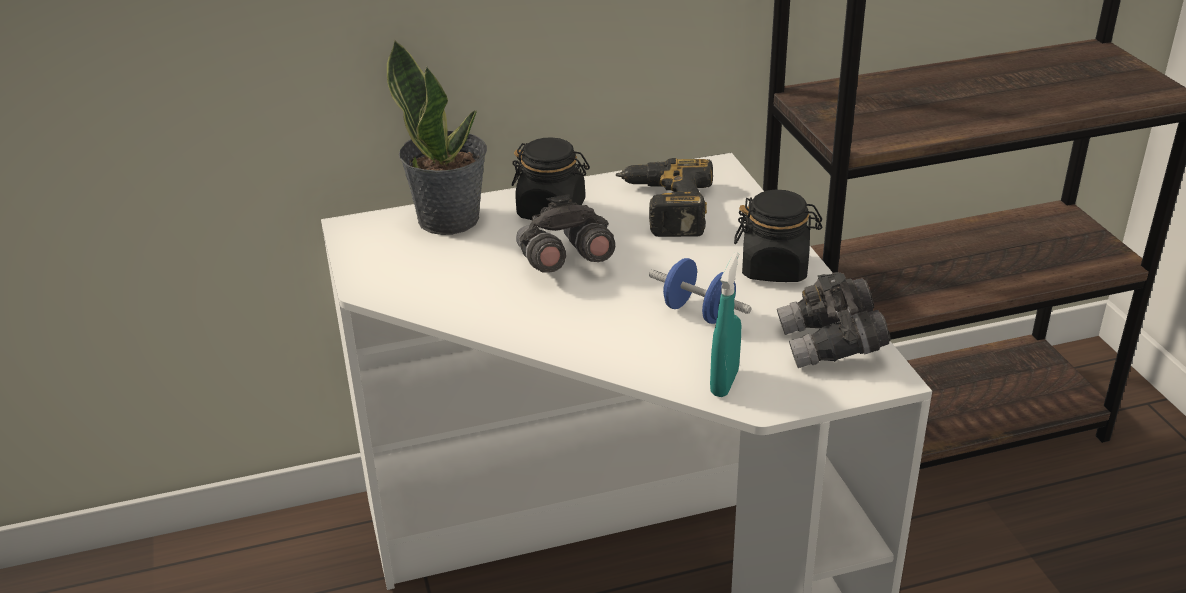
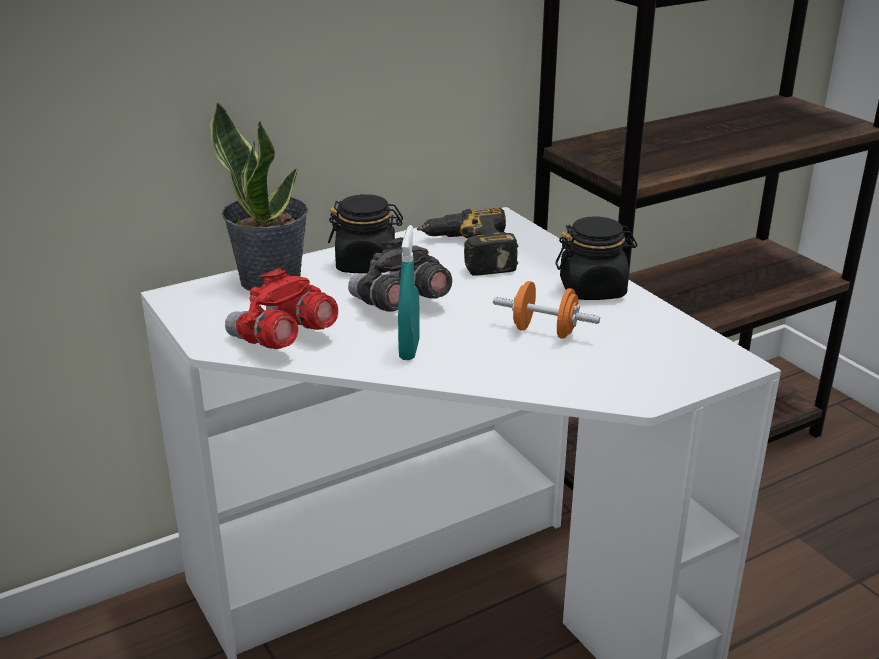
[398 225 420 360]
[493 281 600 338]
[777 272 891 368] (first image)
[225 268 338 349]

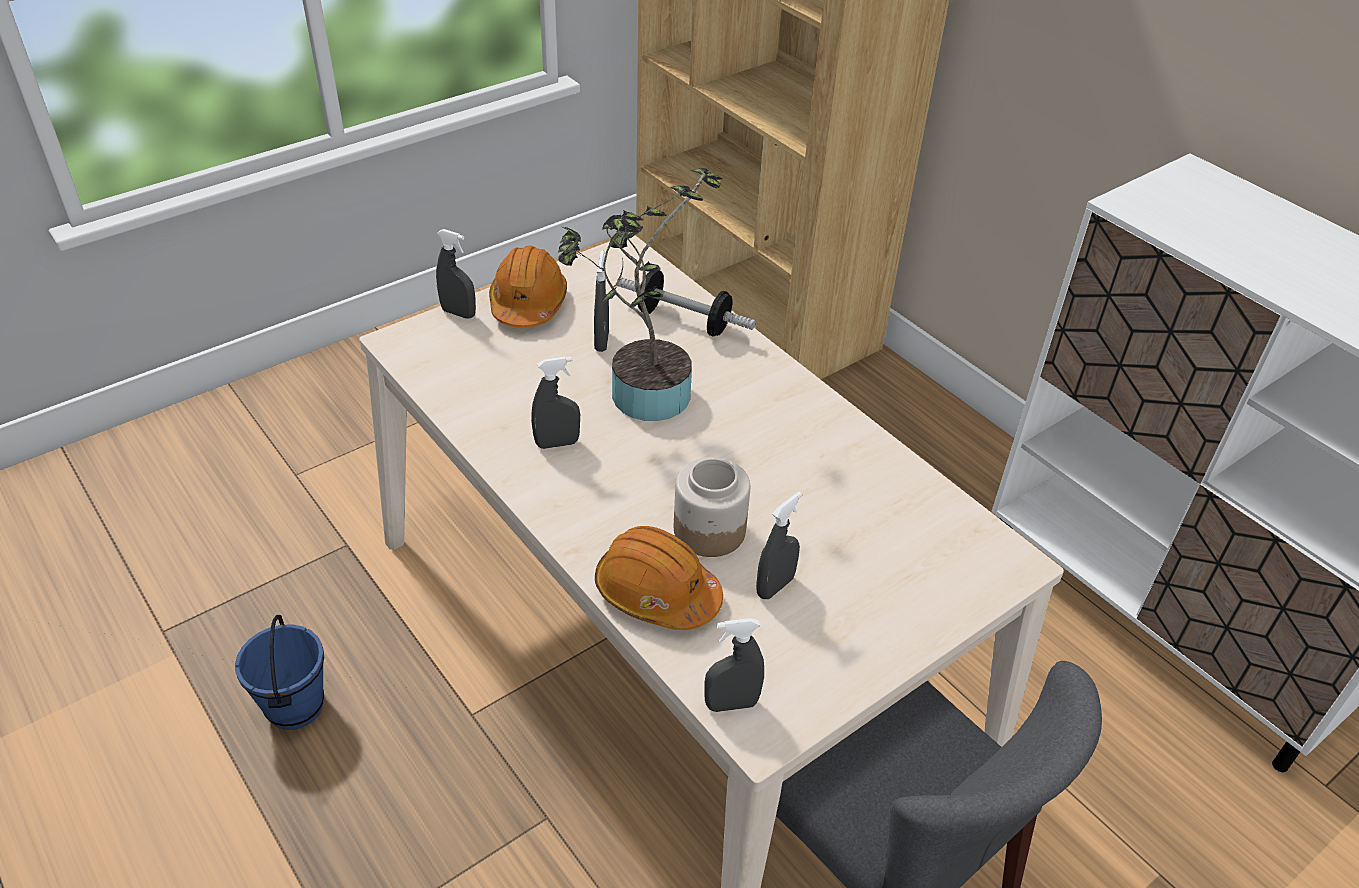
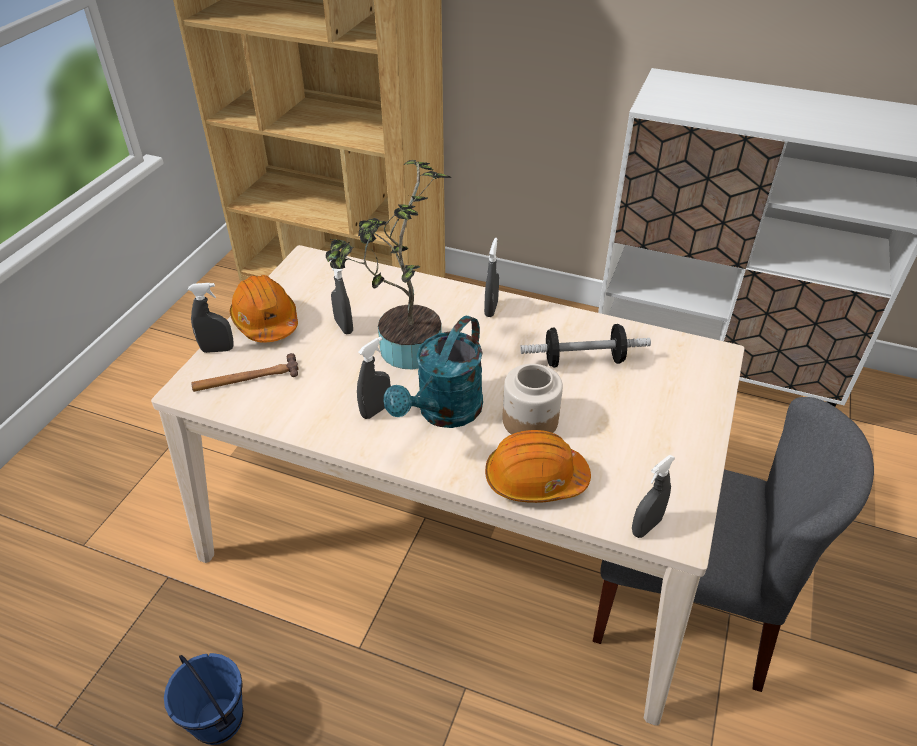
[520 324 651 368]
[484 238 499 317]
[384 316 483 428]
[192 353 299 392]

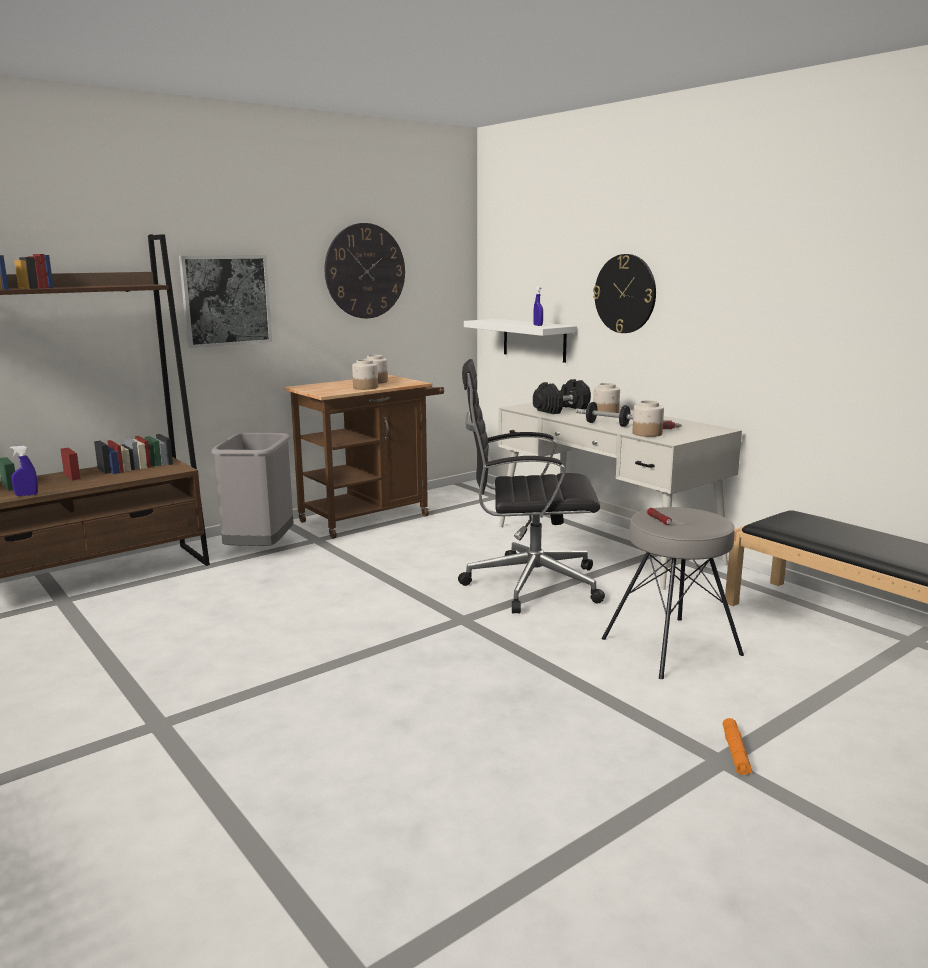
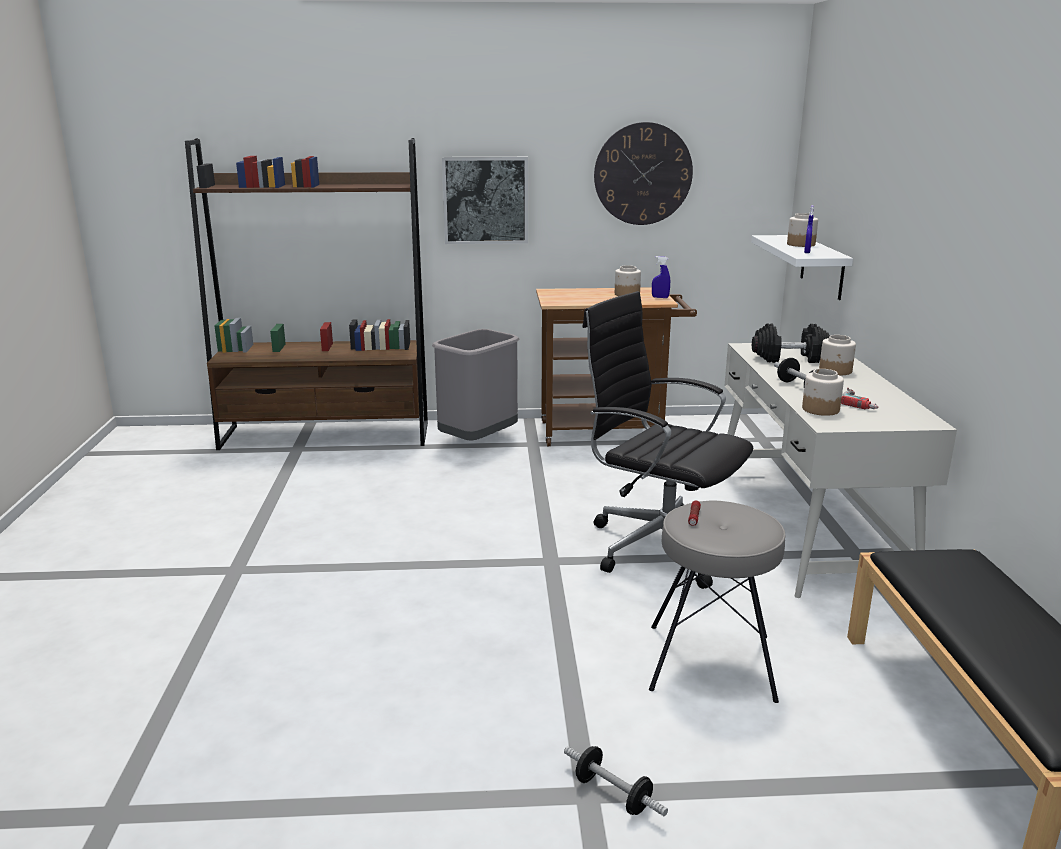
[593 254 656 333] (first image)
[787 213 818 247]
[652 256 670 298]
[564 746 668 816]

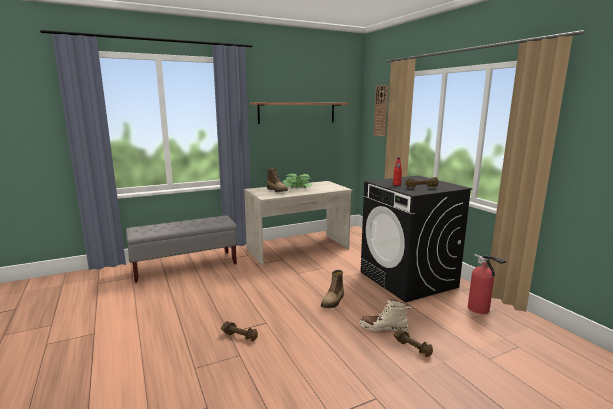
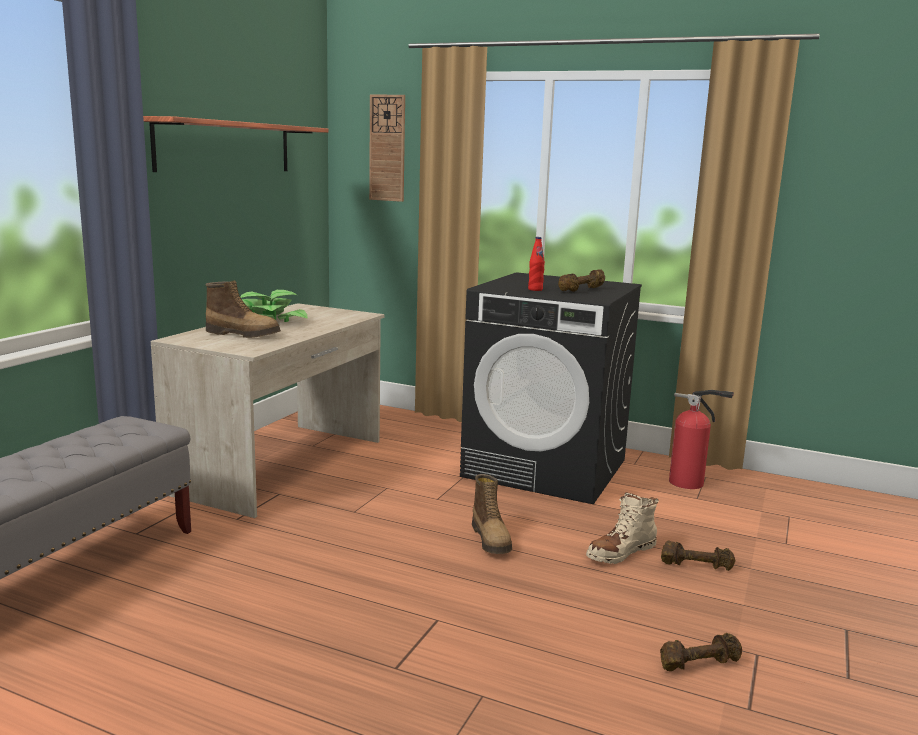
[660 633 742 671]

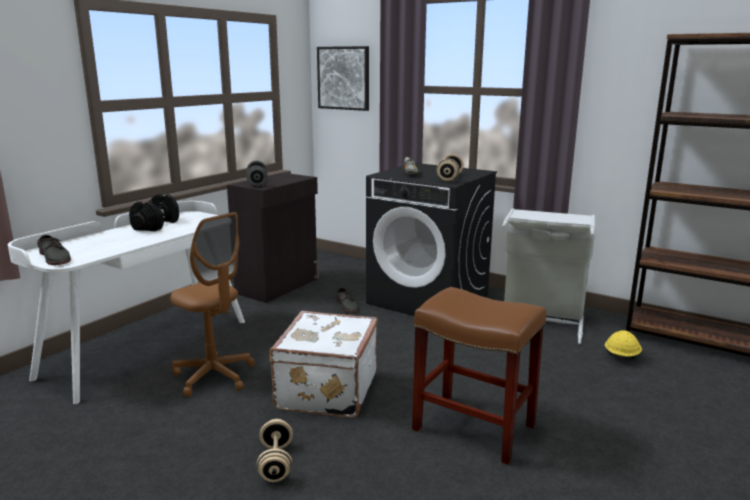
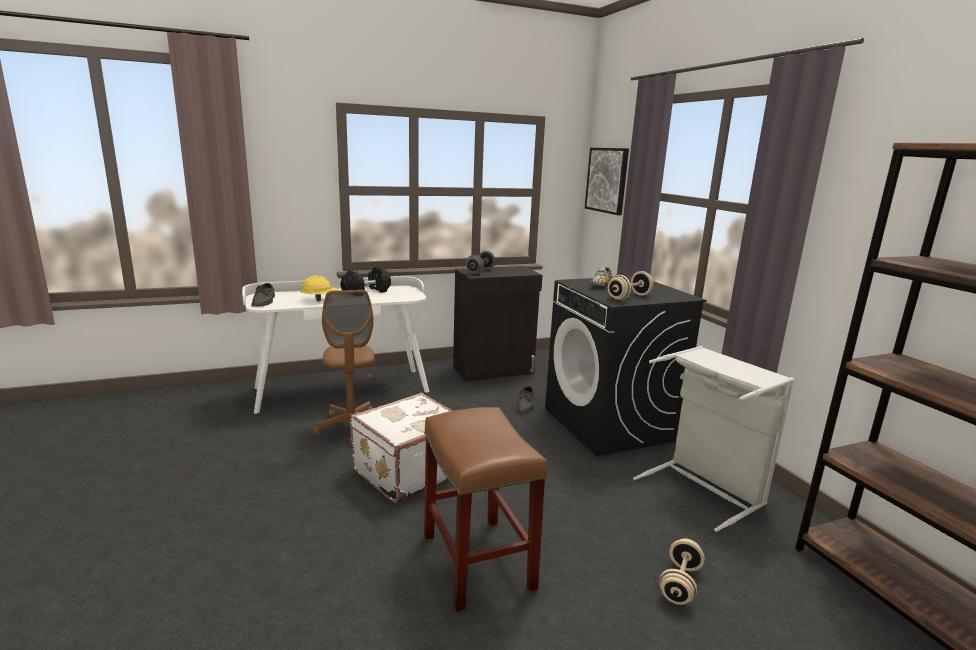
[300 275 339 301]
[659 539 705 605]

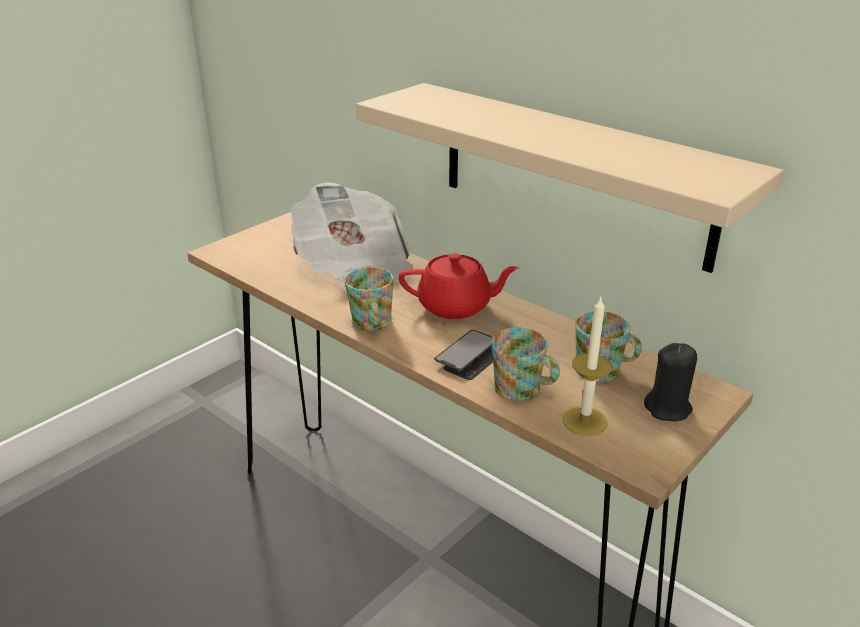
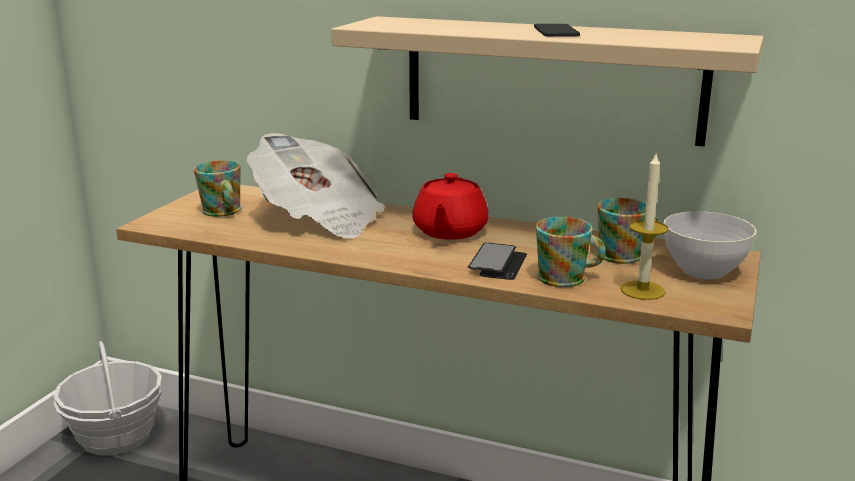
[412 173 488 240]
[194 160 241 217]
[664 211 757 280]
[534 24 580 37]
[54 341 162 455]

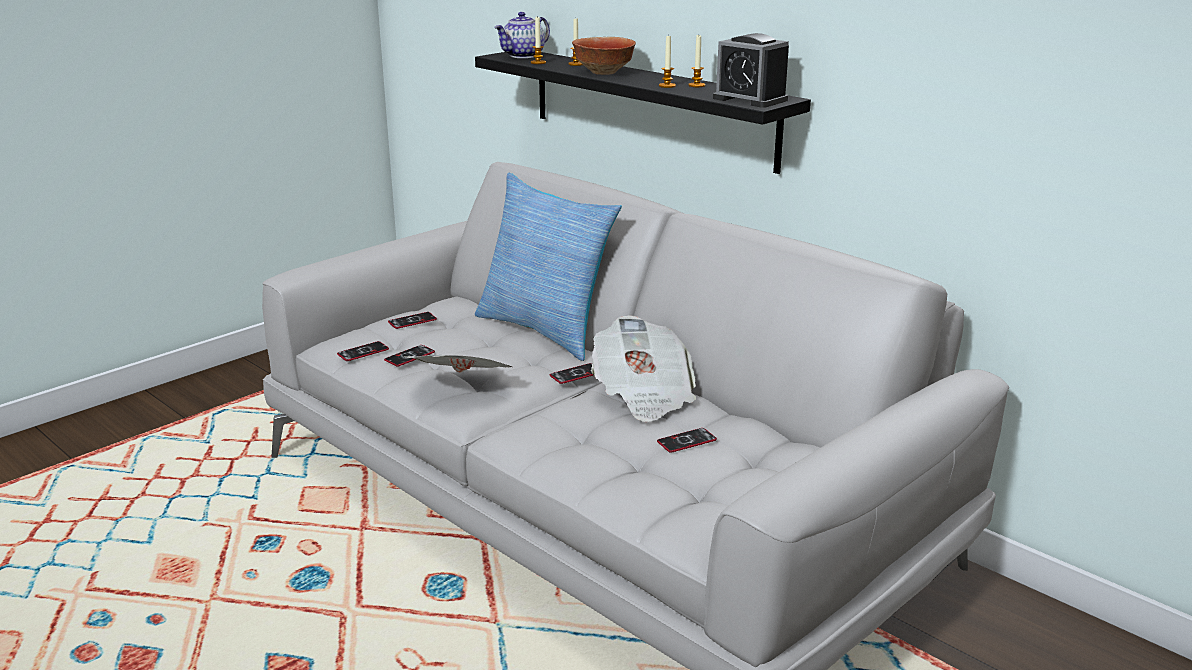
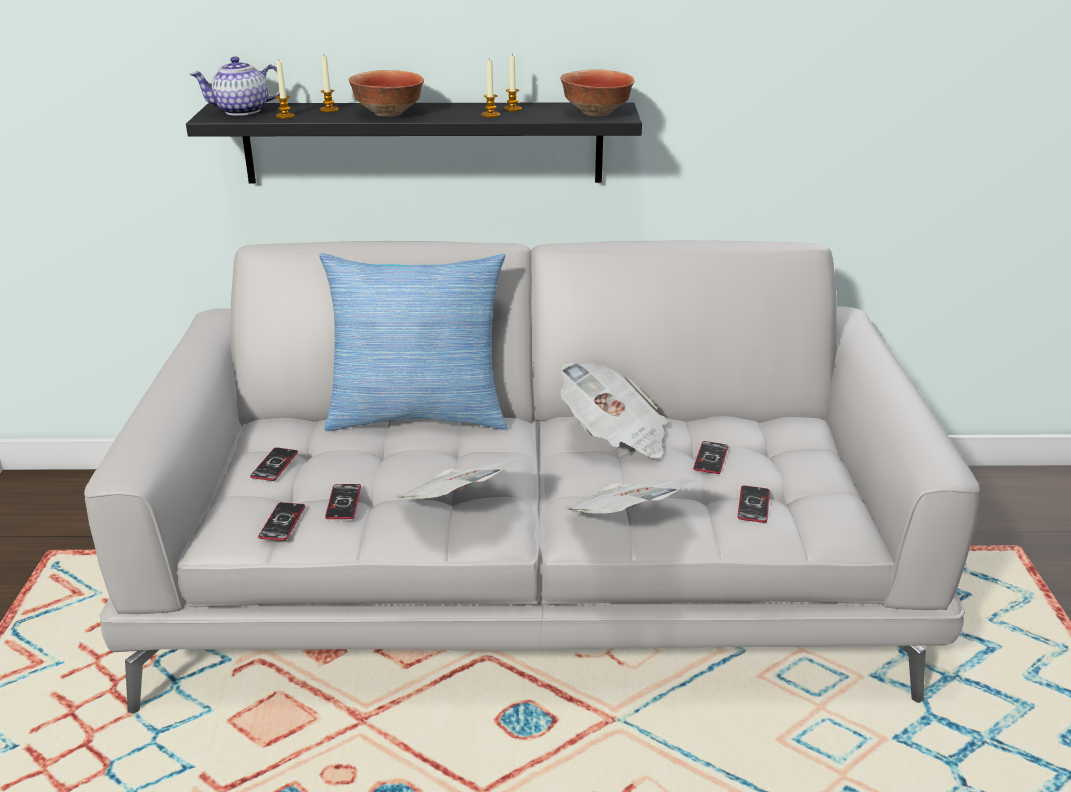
[190 57 285 116]
[561 69 635 116]
[738 485 770 523]
[564 479 696 514]

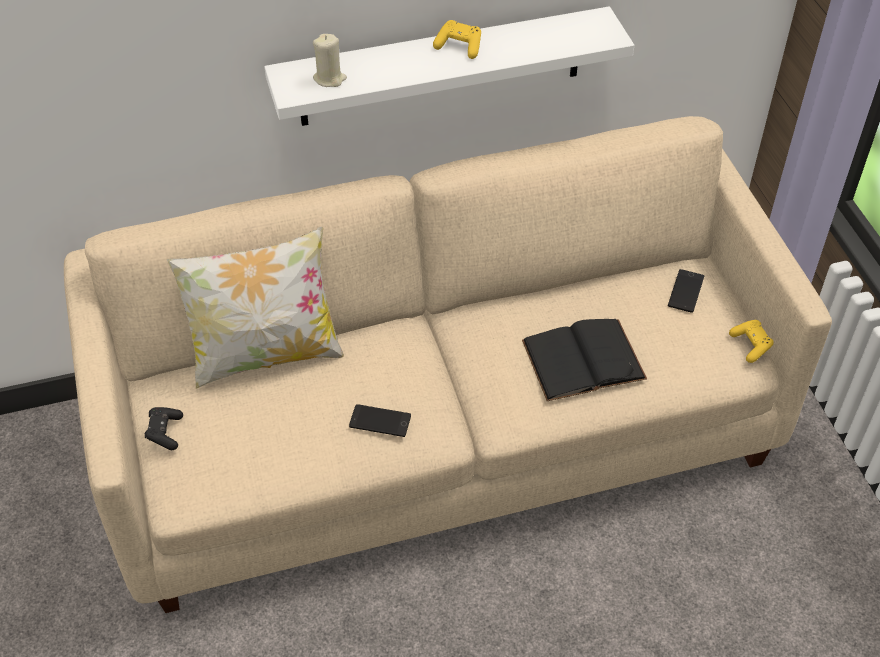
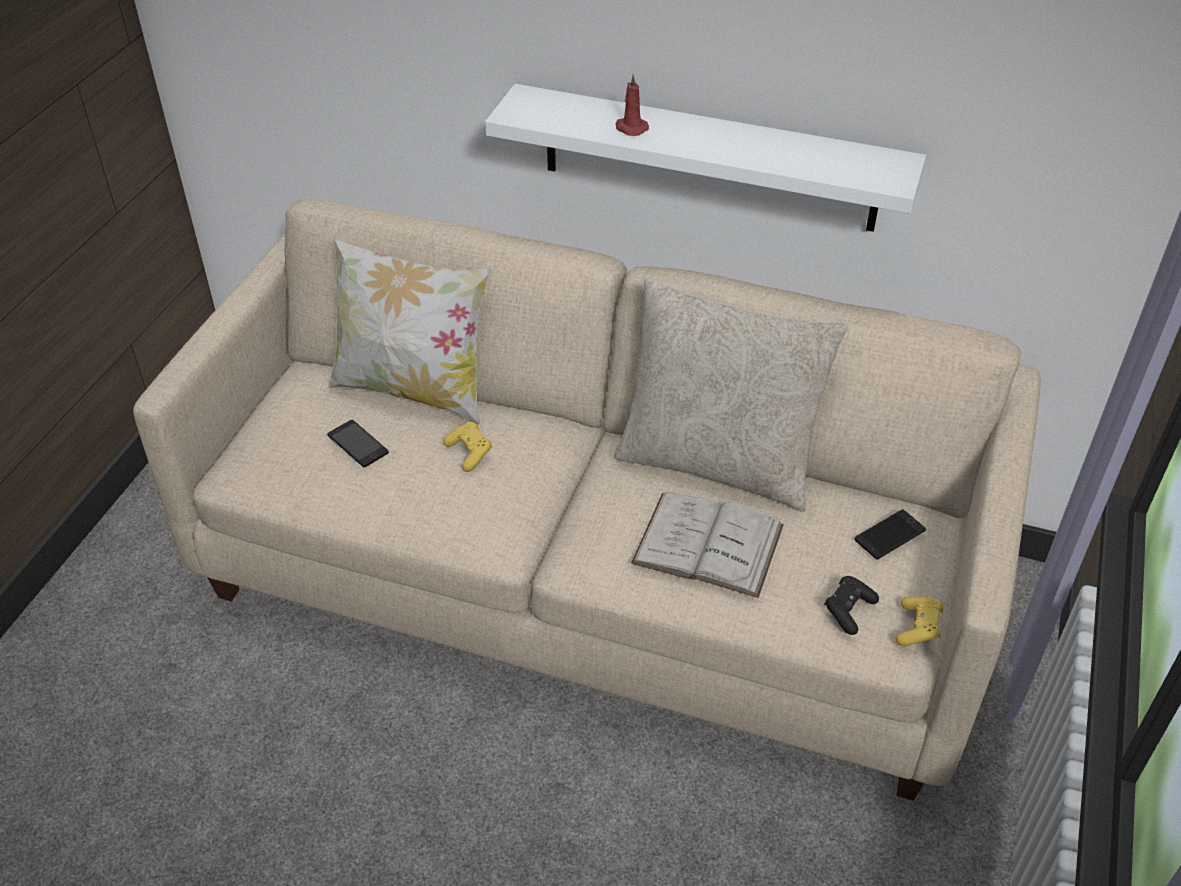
[443 422 493 472]
[313 34 347 87] (first image)
[631 492 784 598]
[327 420 389 467]
[824 576 879 635]
[616 74 649 136]
[614 278 848 512]

